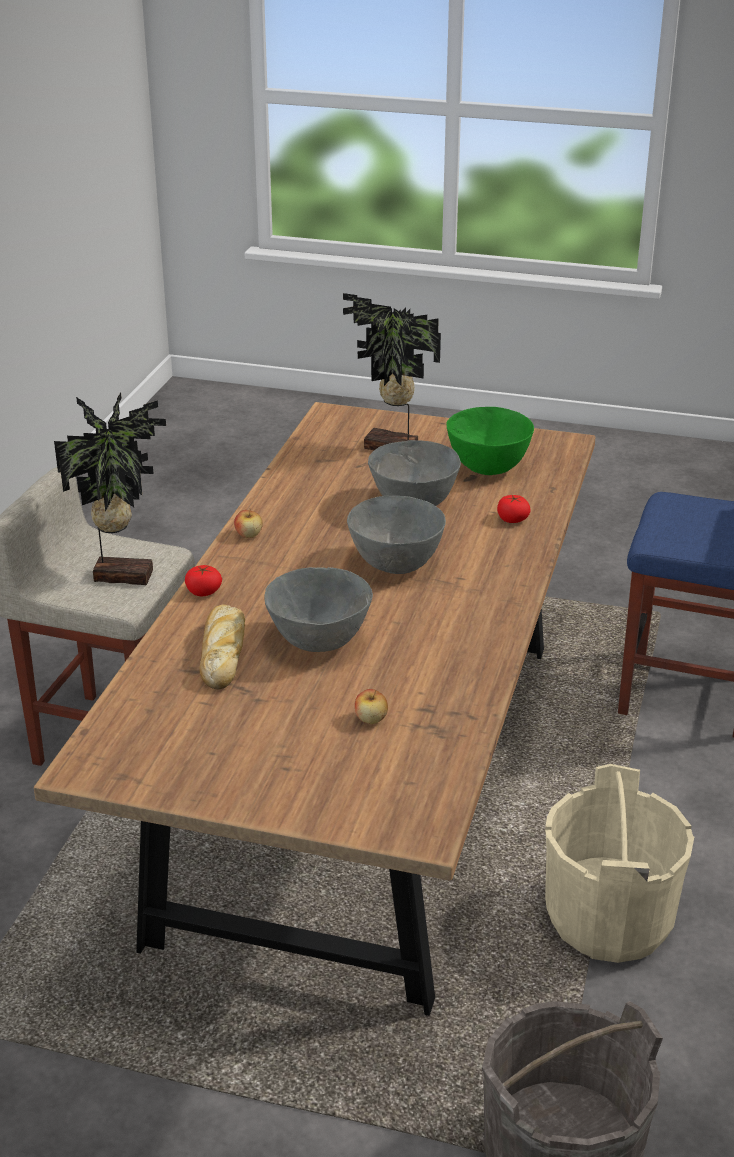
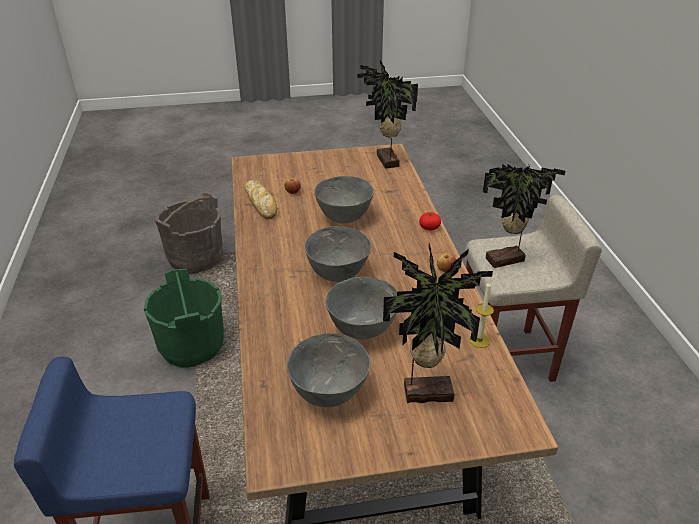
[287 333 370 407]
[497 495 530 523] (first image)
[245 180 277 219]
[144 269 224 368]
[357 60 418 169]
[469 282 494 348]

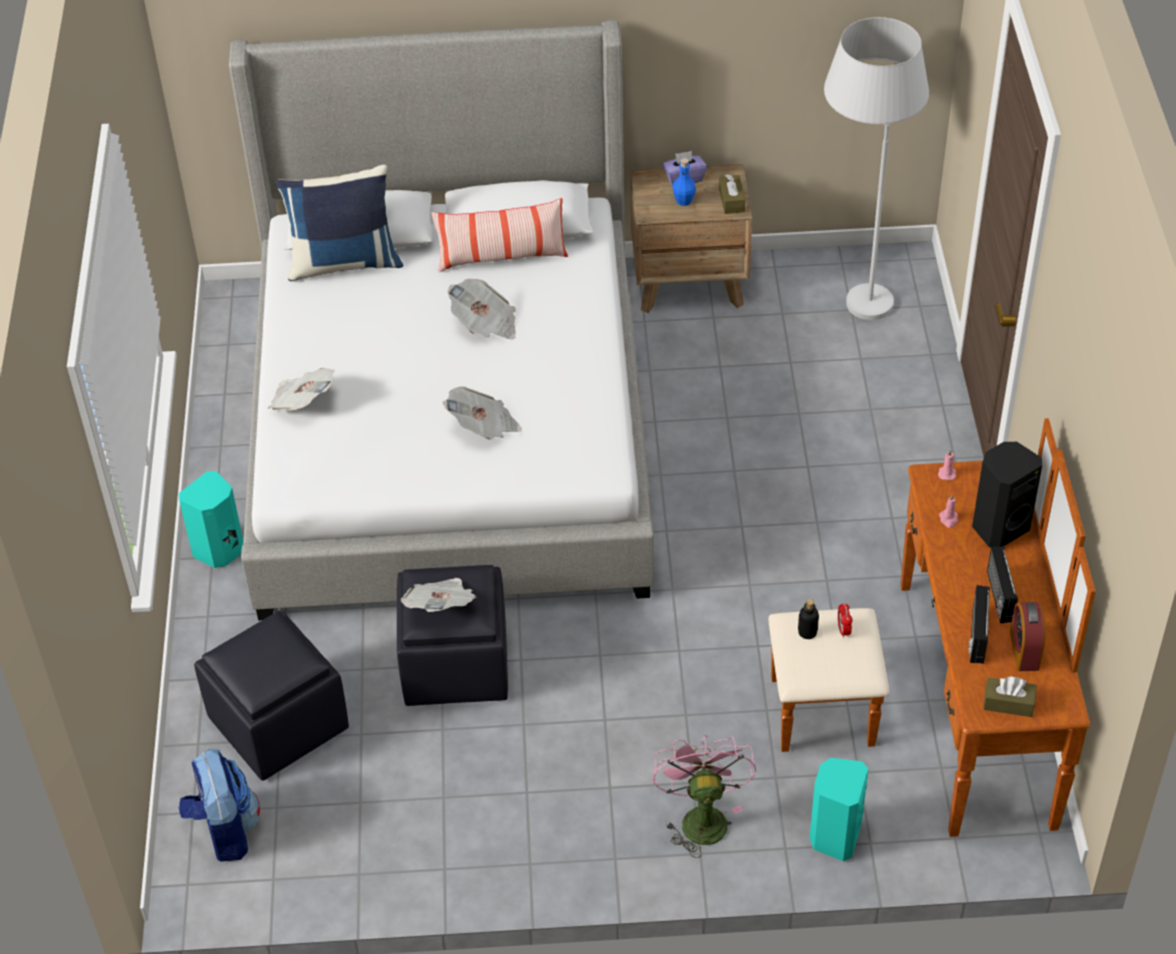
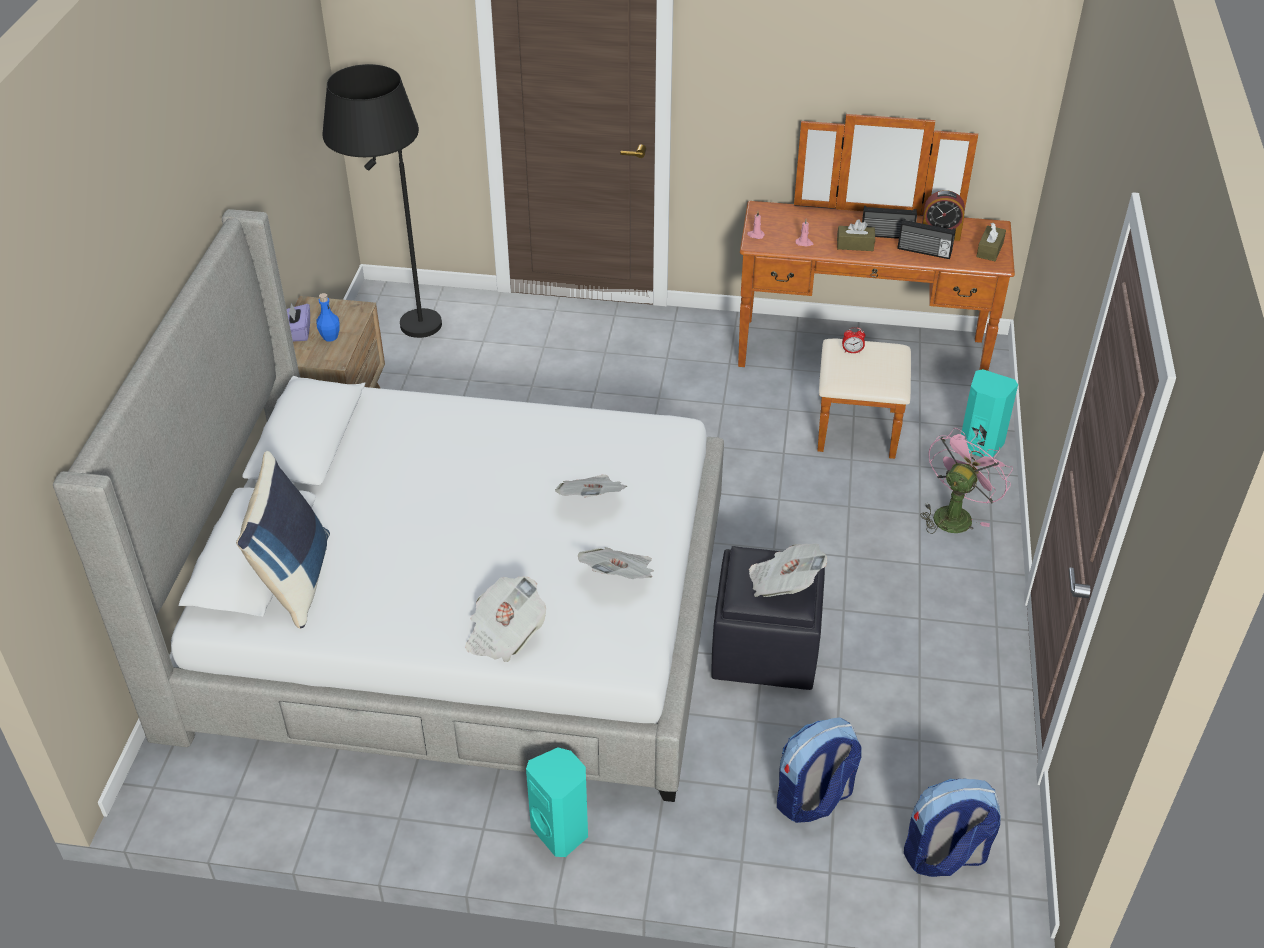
[322 64 442 338]
[837 219 875 251]
[431 198 568 272] (first image)
[578 547 654 579]
[972 442 1042 548] (first image)
[798 599 819 639] (first image)
[777 717 862 823]
[920 428 1013 534]

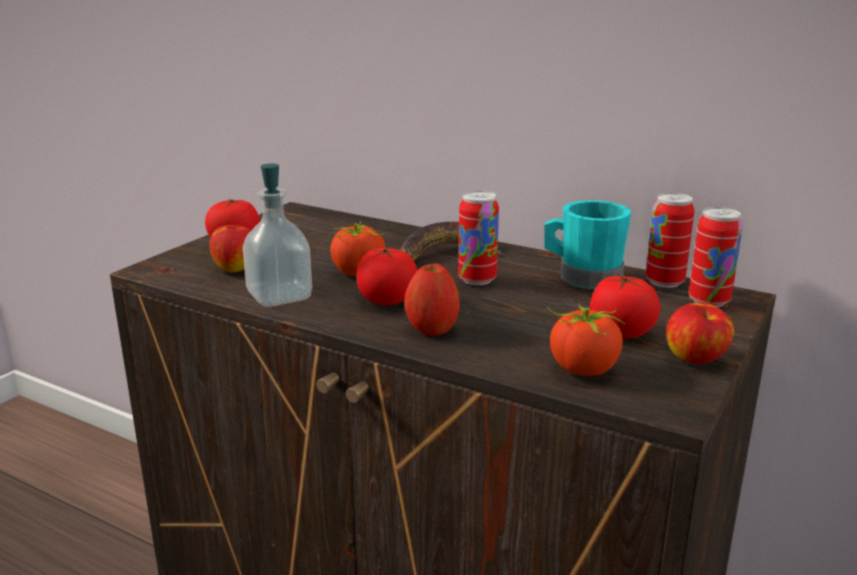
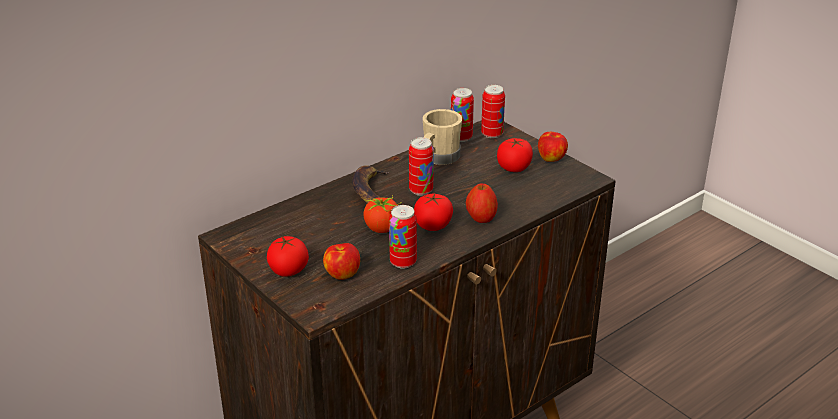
[389 205 417 269]
[423 109 462 165]
[547 304 625 376] (first image)

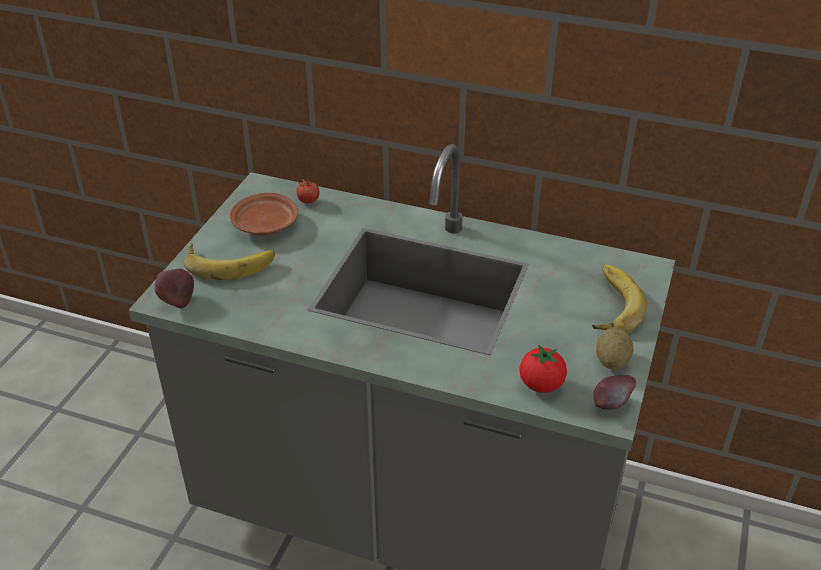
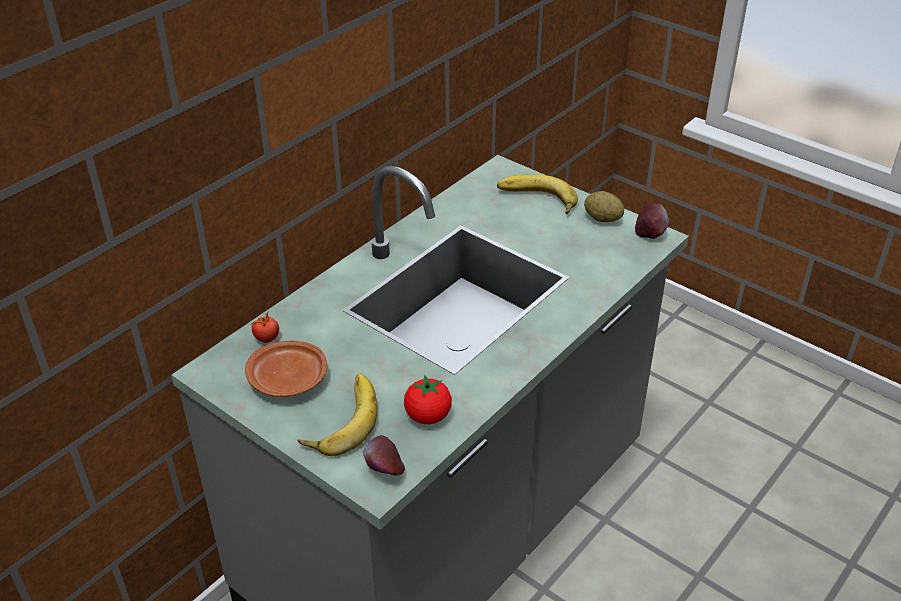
[404 375 452 424]

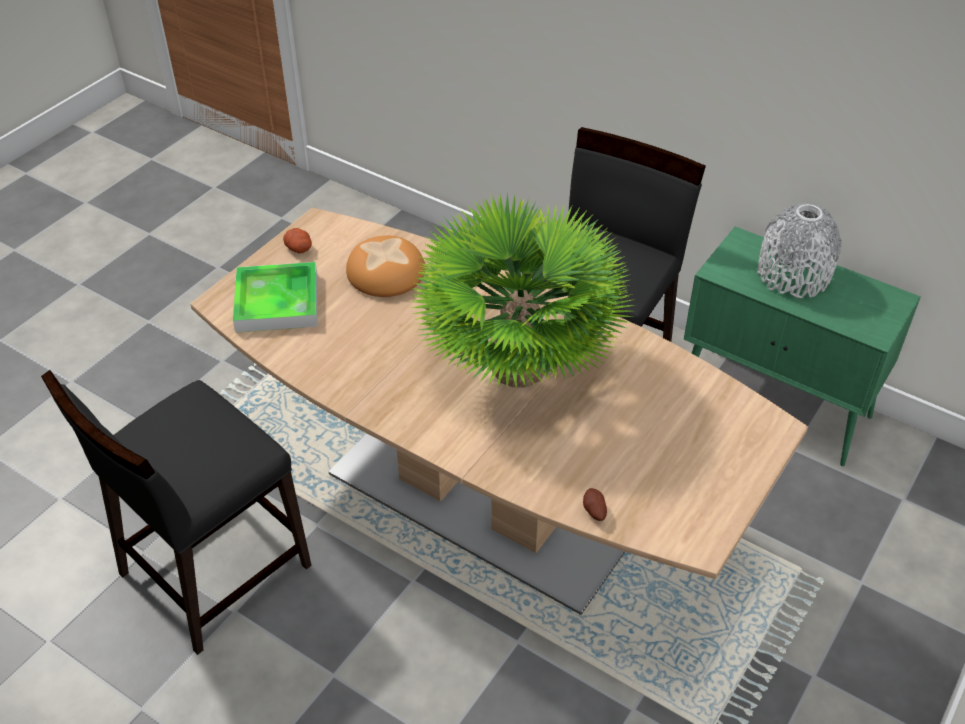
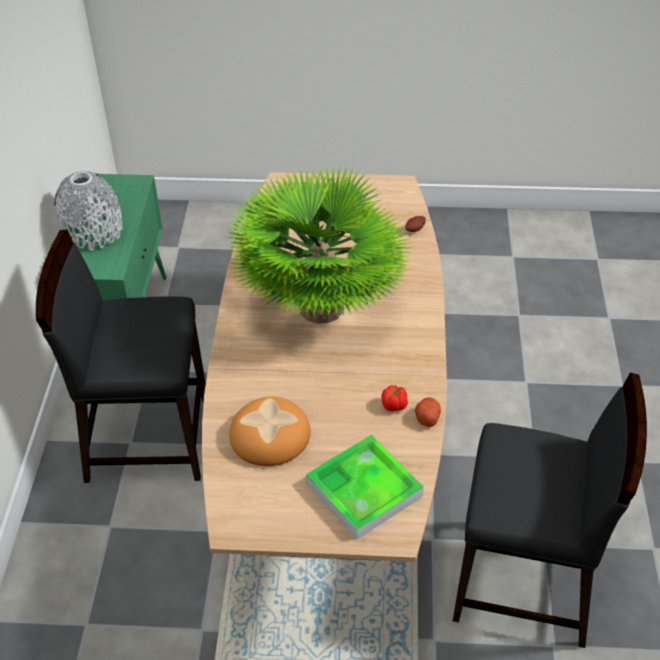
[415 397 441 427]
[381 385 408 411]

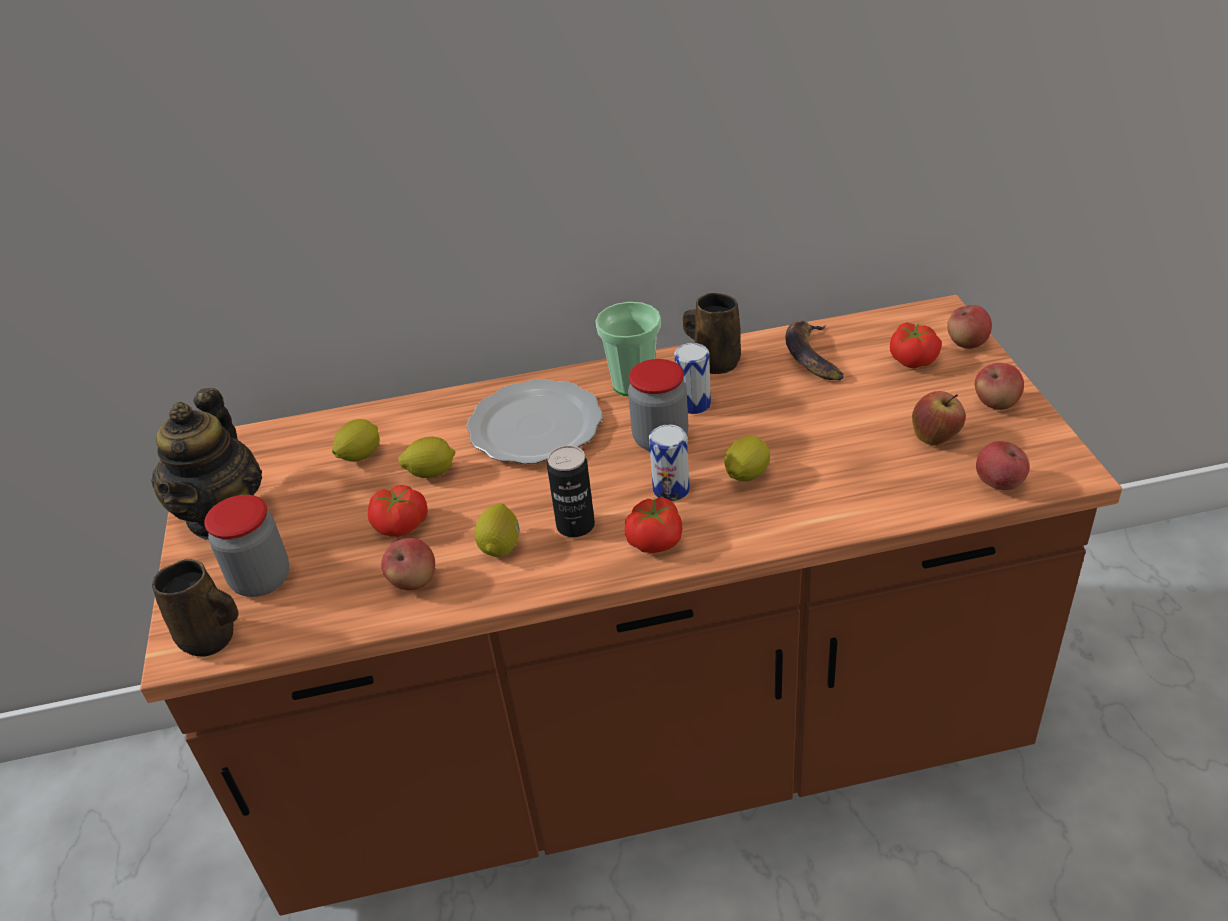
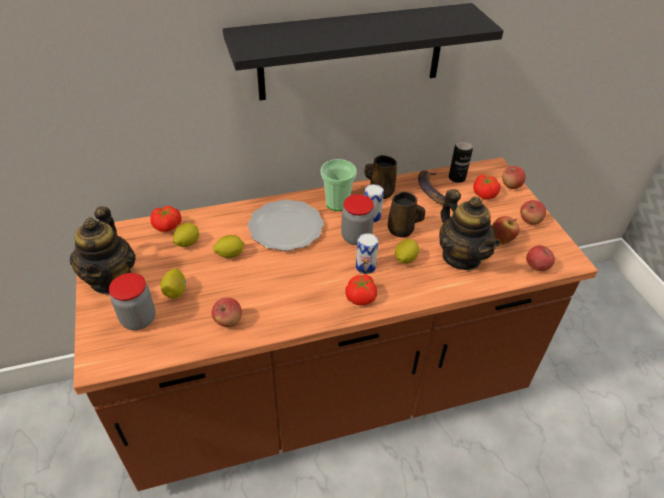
[449 140 473 183]
[151 206 182 232]
[161 268 186 299]
[388 191 425 238]
[223 3 504 100]
[439 189 500 270]

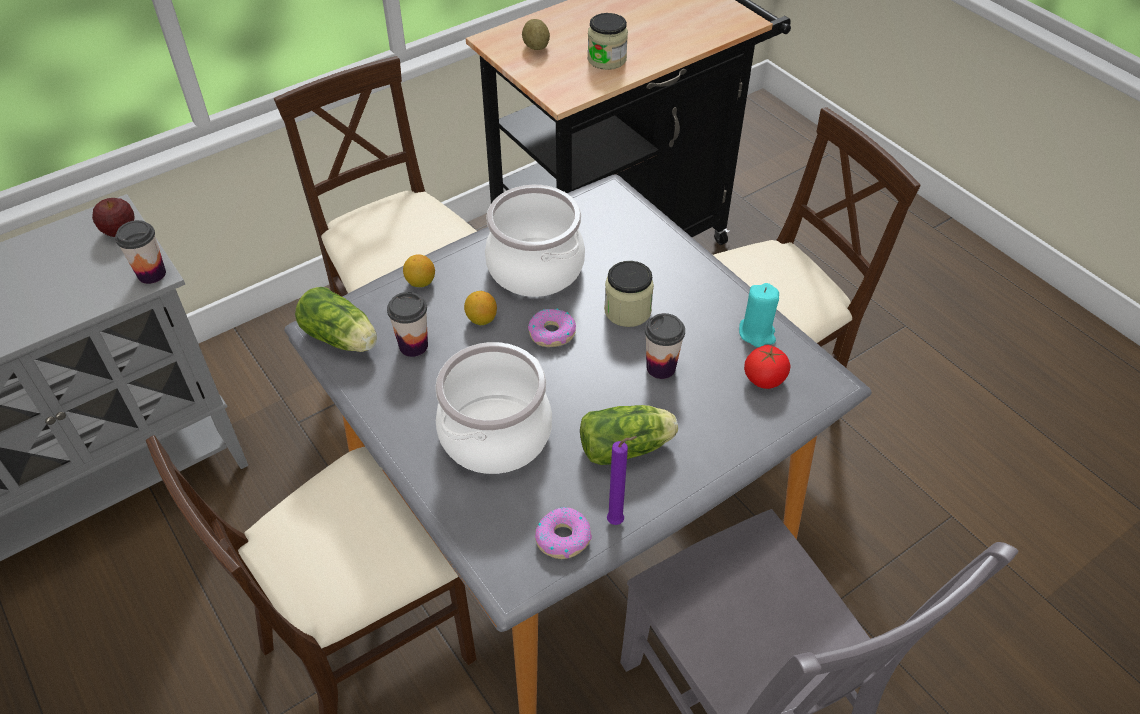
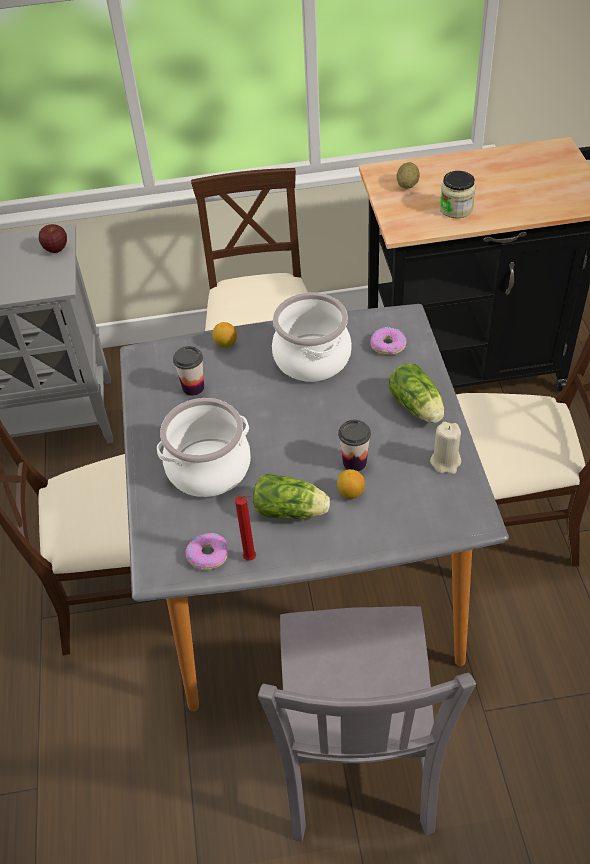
[115 220 166 284] (first image)
[604 261 654 327] (first image)
[430 422 461 474]
[389 363 444 423]
[337 469 365 499]
[371 327 406 355]
[744 345 791 389] (first image)
[235 495 256 561]

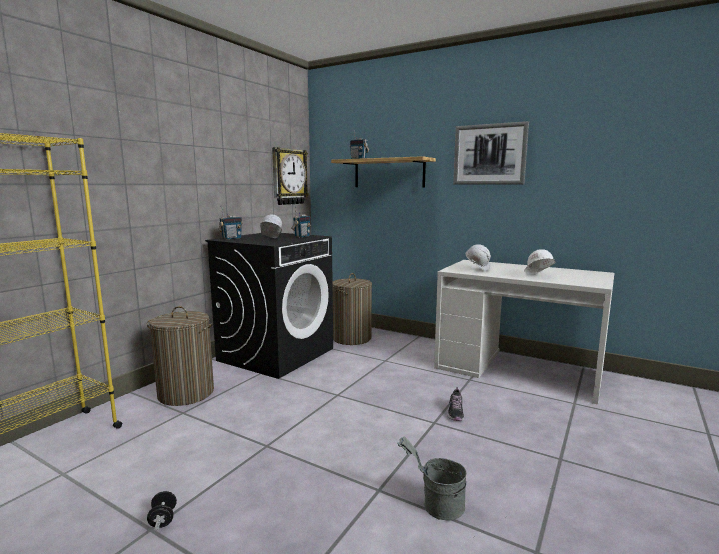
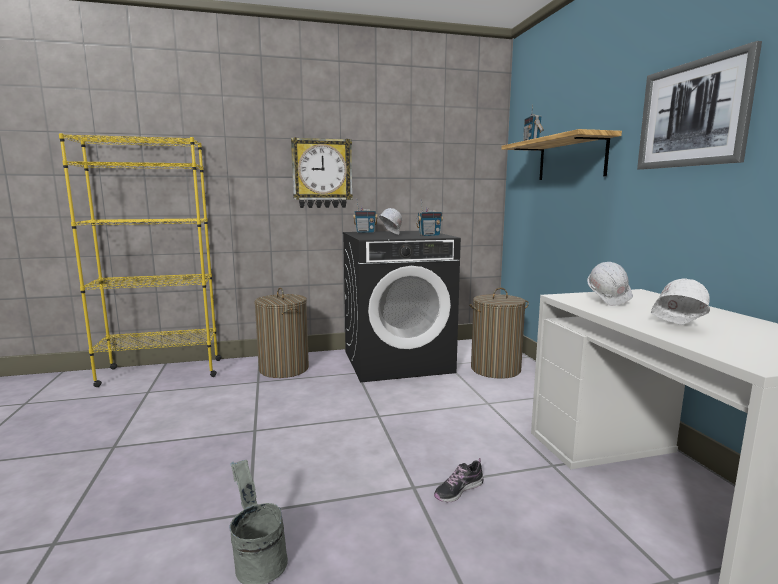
[291 137 353 208]
[147 491 177 530] (first image)

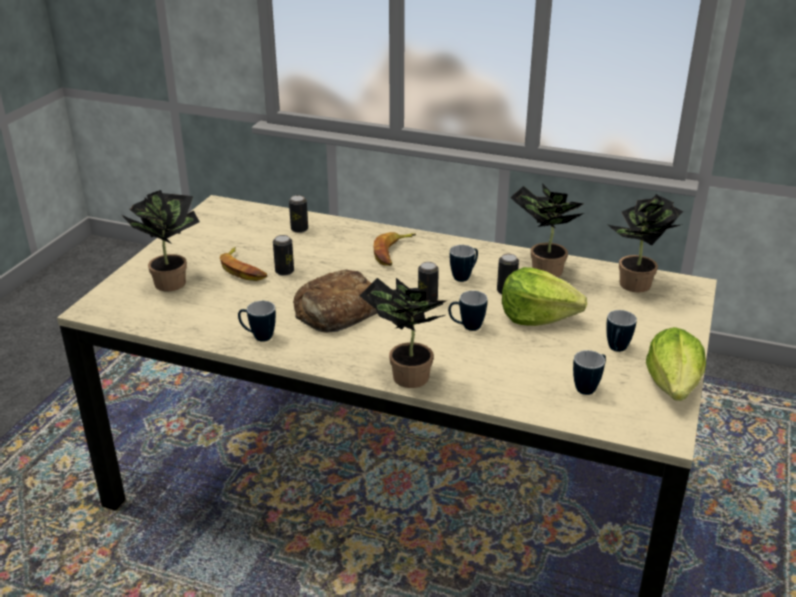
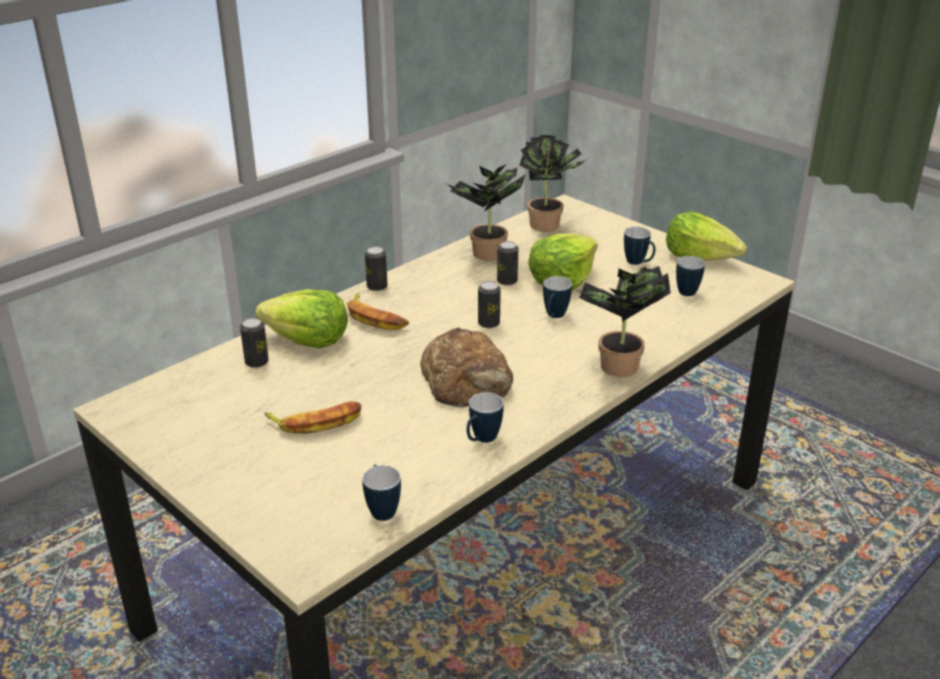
[122 190 200 292] (first image)
[365 246 387 291]
[362 465 401 521]
[256 289 348 349]

